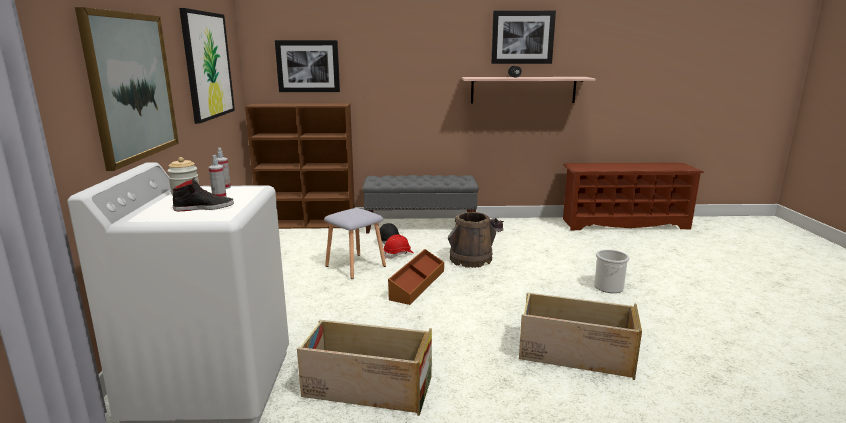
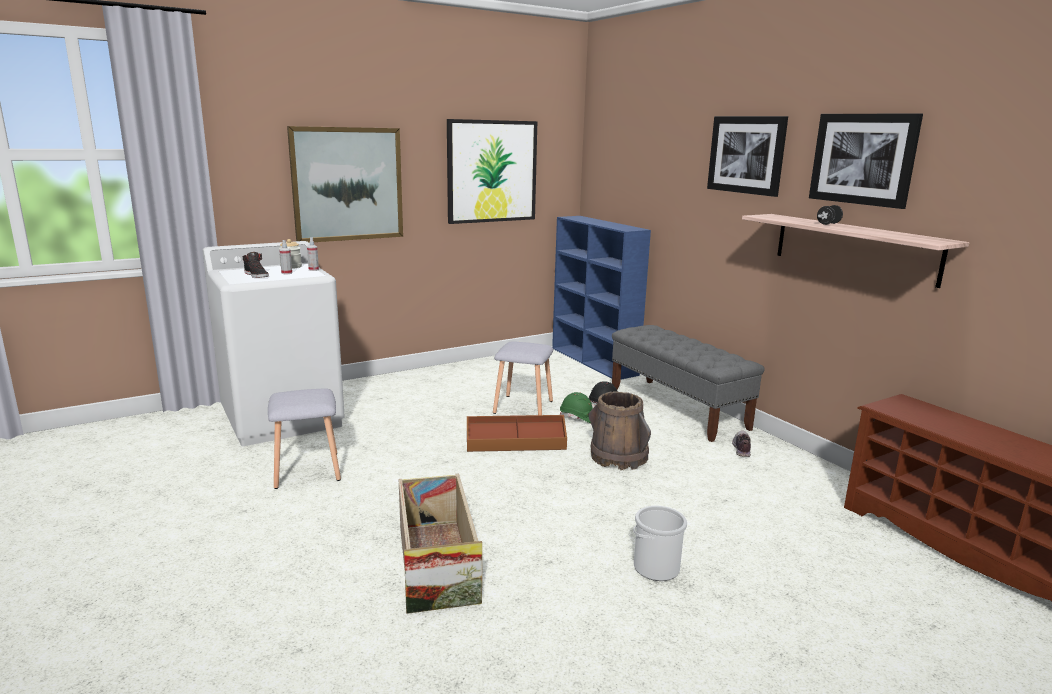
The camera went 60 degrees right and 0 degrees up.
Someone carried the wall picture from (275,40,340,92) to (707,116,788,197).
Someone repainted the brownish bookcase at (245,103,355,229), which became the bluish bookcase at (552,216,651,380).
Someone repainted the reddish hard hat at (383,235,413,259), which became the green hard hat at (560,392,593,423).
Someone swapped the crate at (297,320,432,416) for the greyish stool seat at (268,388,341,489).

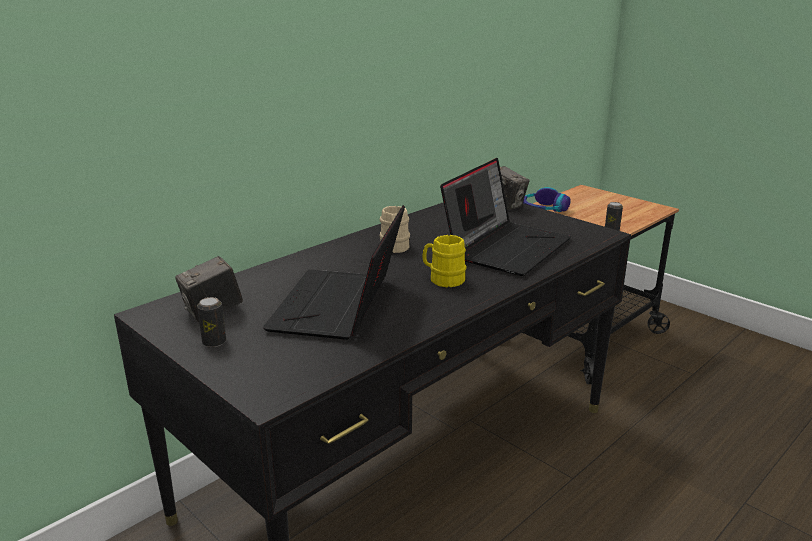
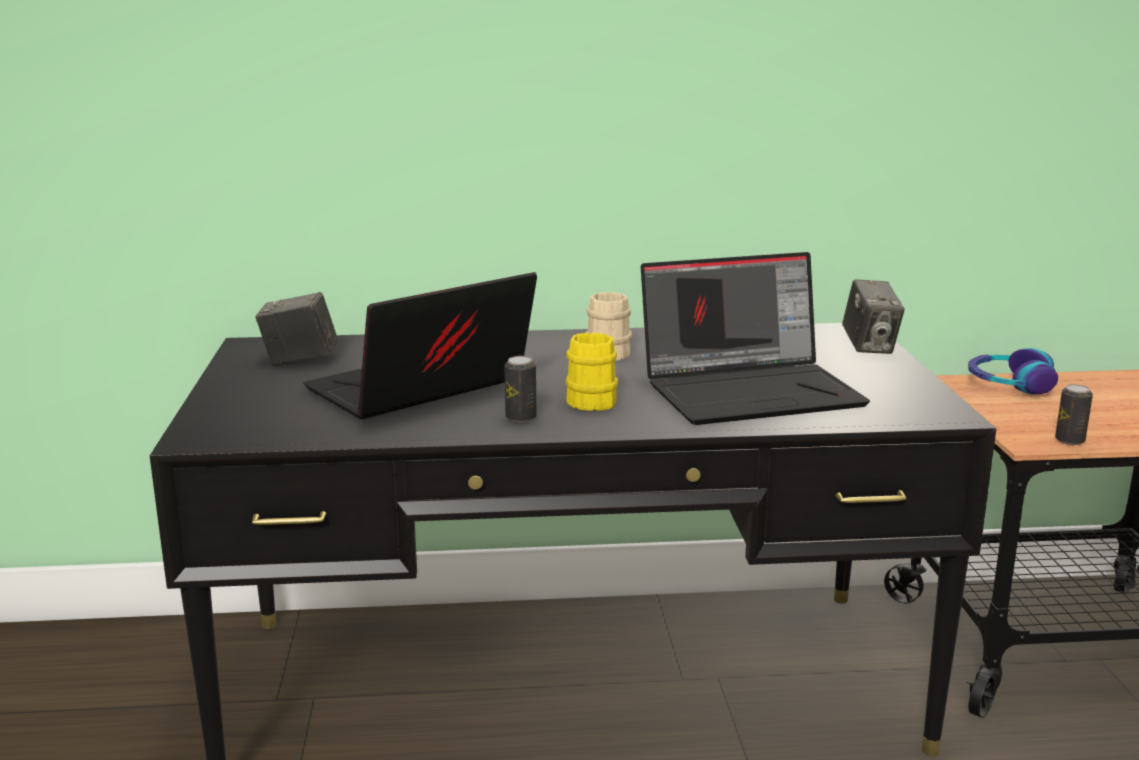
The camera went 40 degrees right and 5 degrees down.
Someone carried the sealed can from (197,297,226,348) to (504,356,536,423).

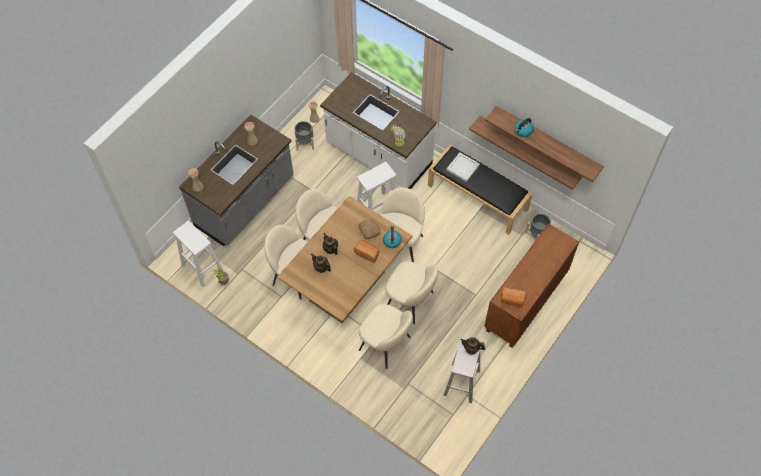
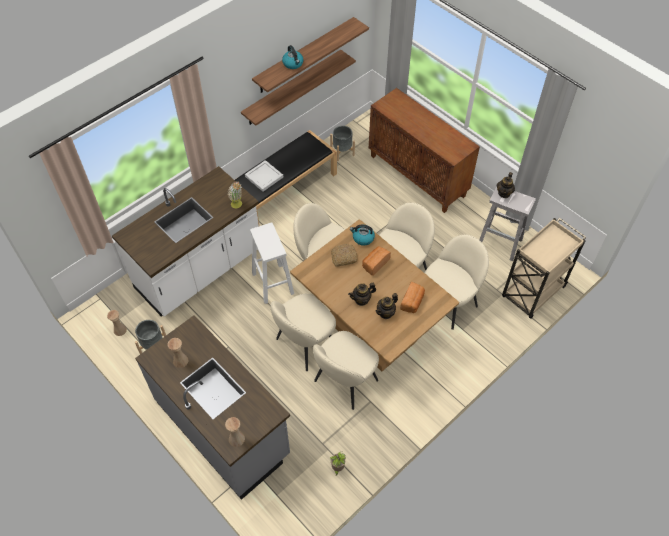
The camera went 80 degrees left and 5 degrees down.
Someone took away the whitish stool seat at (173,221,224,287).
Someone carried the bread from (501,287,527,307) to (400,282,425,313).
Someone put down the beige cart at (502,218,586,319).

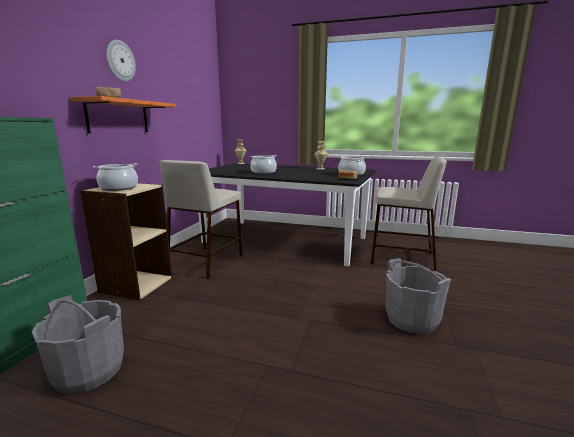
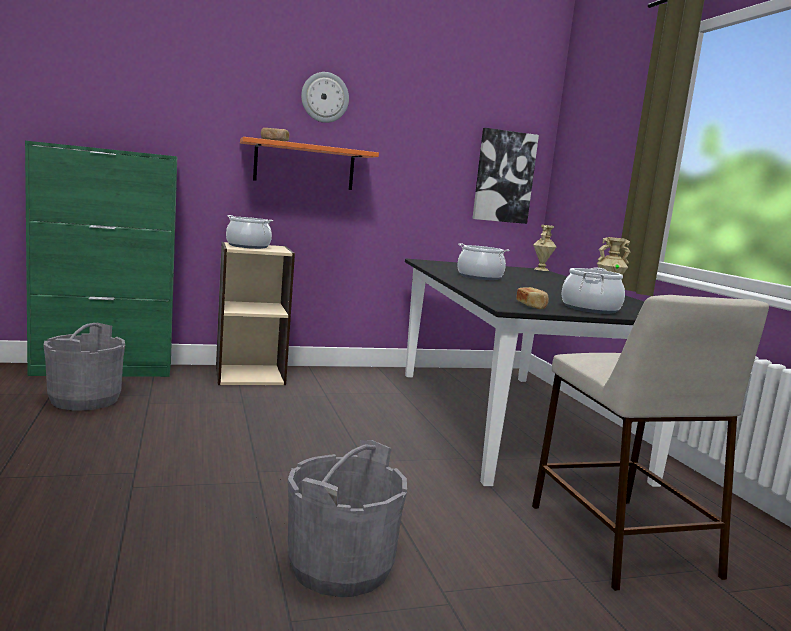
The camera went 55 degrees right and 5 degrees down.
Someone took away the beige stool seat at (160,160,243,279).
Someone put up the wall picture at (472,128,539,224).

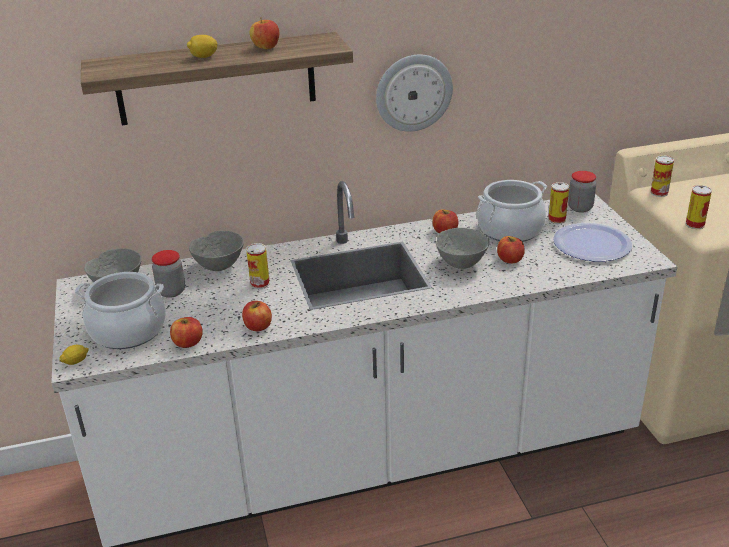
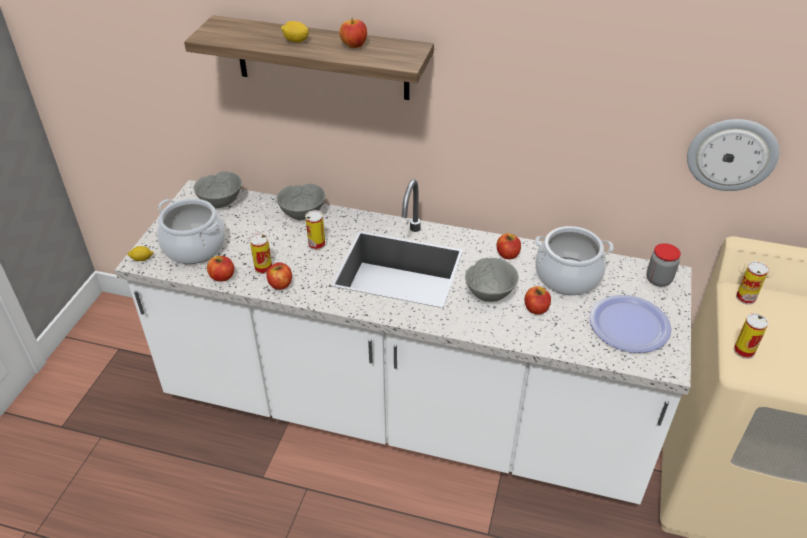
The camera went 30 degrees right and 10 degrees up.
Someone carried the hanging clock from (376,54,453,132) to (687,119,780,191).
Someone carried the sealed can from (548,182,569,224) to (250,233,272,274).
Someone took away the storage jar at (152,250,185,298).

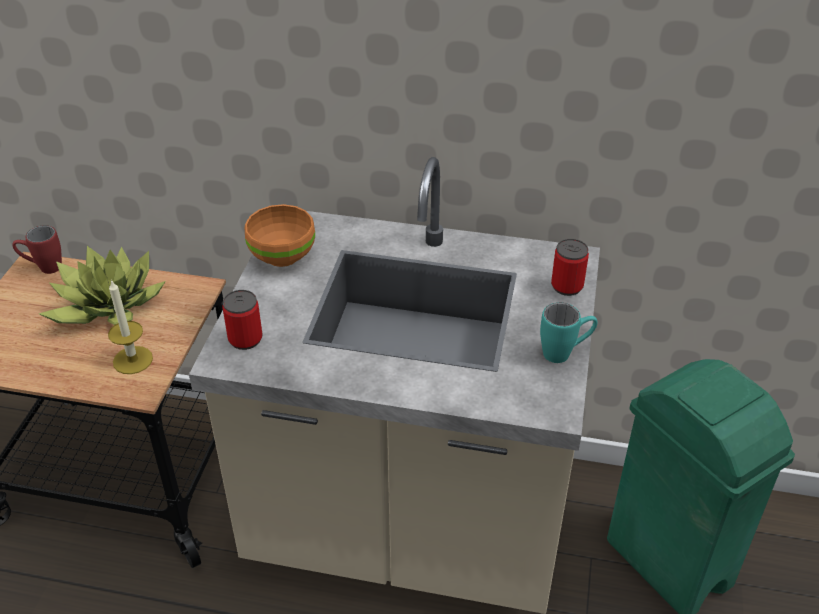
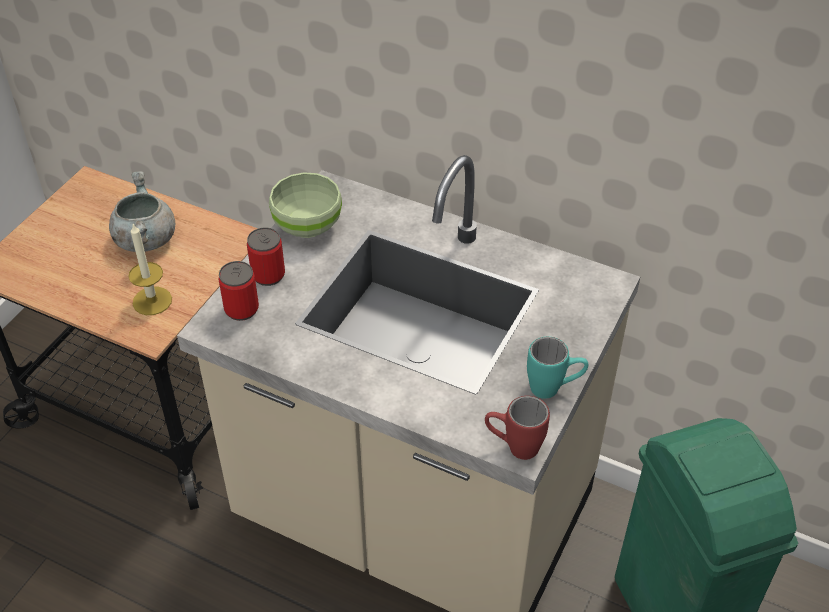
The camera went 15 degrees right and 5 degrees up.
Someone repainted the orangey bowl at (245,204,315,267), which became the green bowl at (269,172,342,238).
Someone carried the reddish mug from (13,225,62,274) to (485,396,550,460).
Someone carried the sealed can from (551,239,589,296) to (247,227,285,286).
Someone swapped the potted plant at (39,246,166,325) for the greyish stockpot at (109,171,175,252).

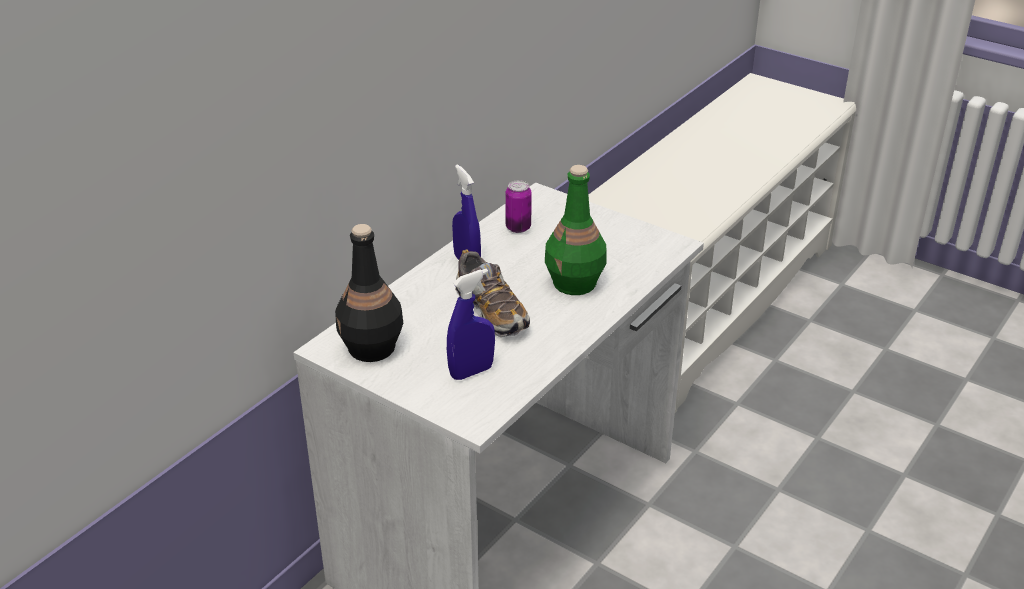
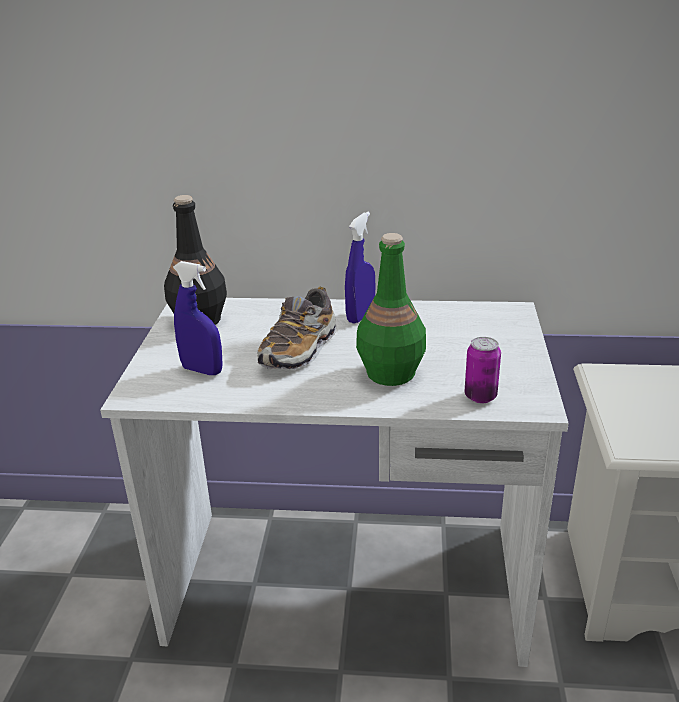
The camera went 60 degrees right and 5 degrees down.
Someone carried the sealed can from (505,180,532,233) to (465,337,501,403).

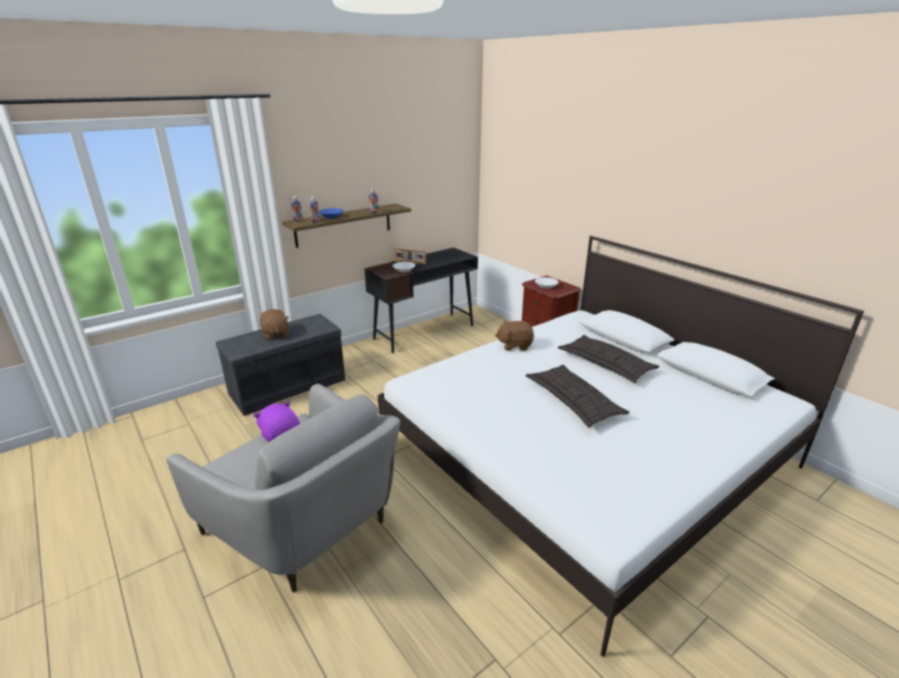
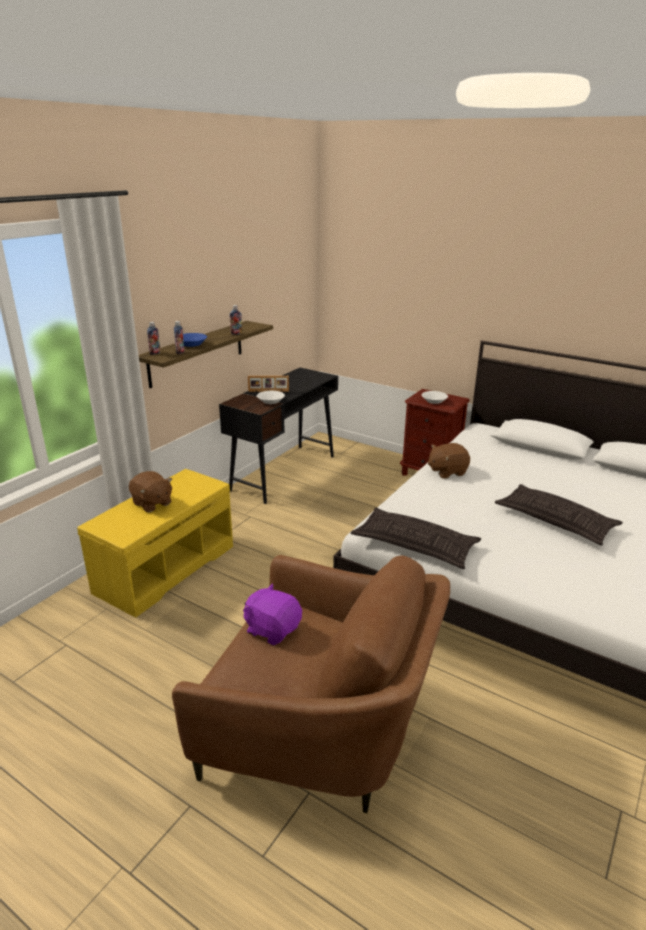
The camera went 20 degrees left and 0 degrees up.
Someone repainted the greyish indoor bench at (216,314,345,416), which became the yellowish indoor bench at (77,469,233,618).
Someone carried the cushion from (558,335,660,383) to (351,508,481,569).
Someone repainted the greyish easy chair at (166,384,400,593), which became the brownish easy chair at (172,555,450,813).

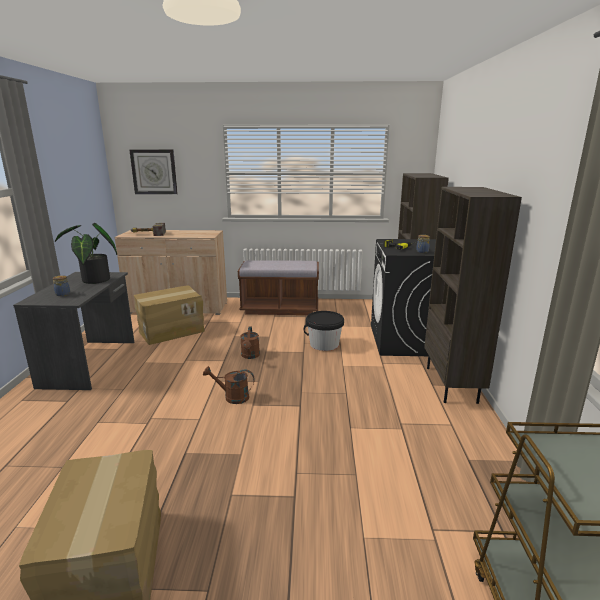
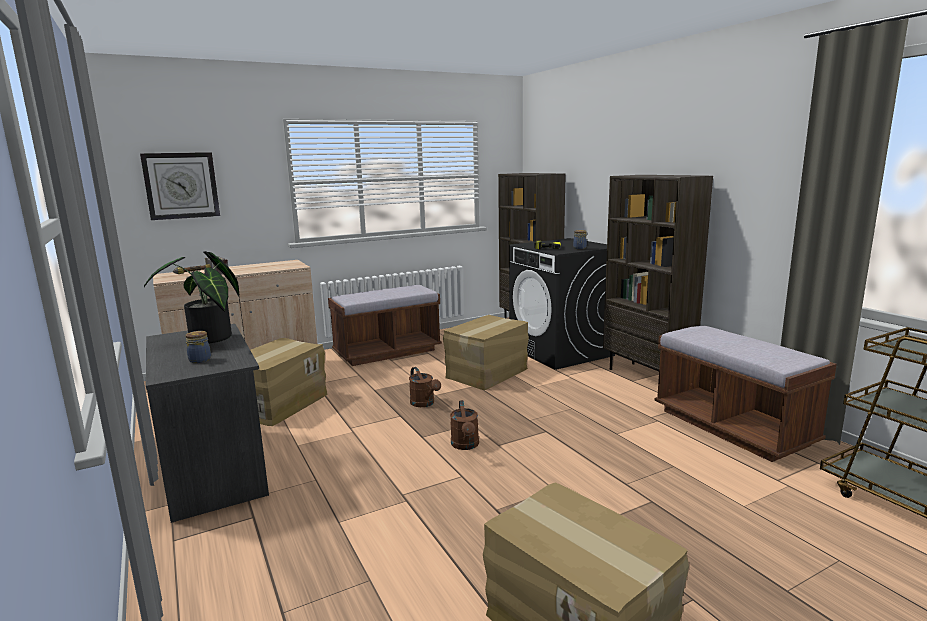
The camera went 30 degrees left and 5 degrees down.
Someone swapped the blackish bucket at (304,311,344,351) for the carton at (443,315,529,390).
Someone rotated the brownish watering pot at (203,367,255,404) by 75 degrees counterclockwise.
Someone put down the brownish indoor bench at (654,326,837,462).

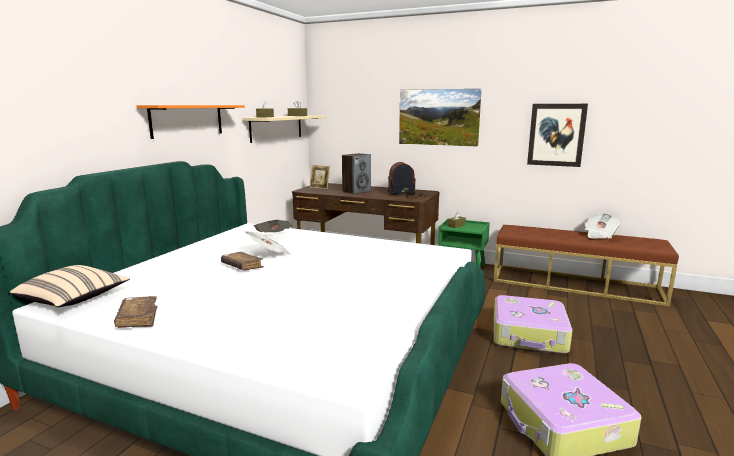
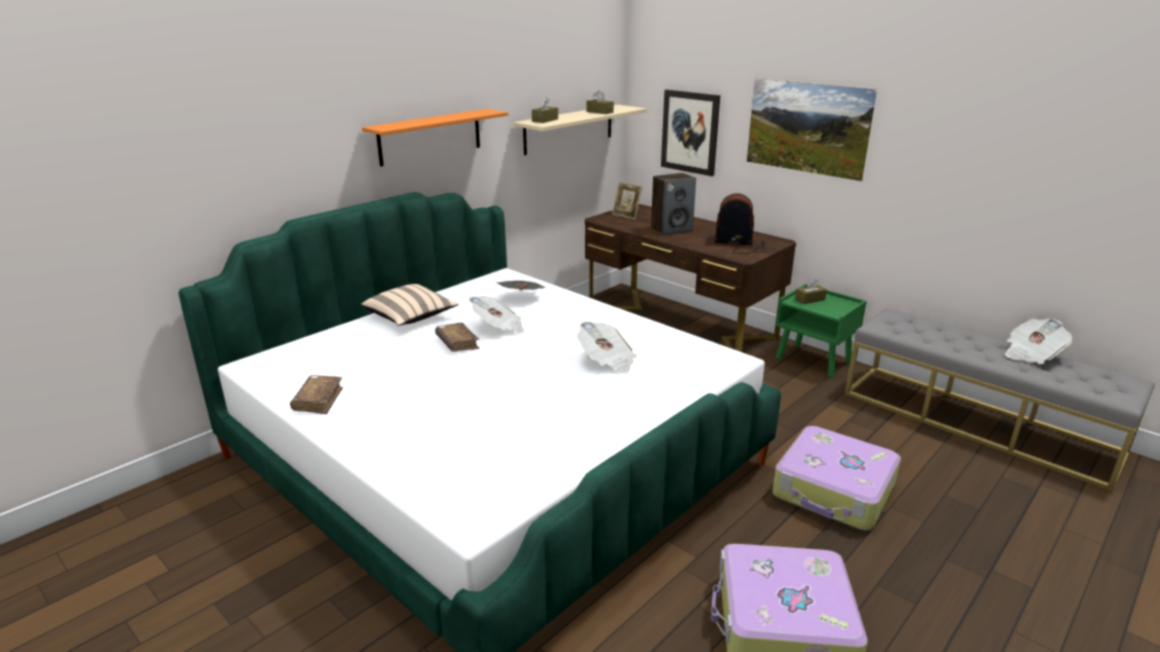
The camera went 20 degrees right and 10 degrees up.
Someone carried the wall picture from (527,104,588,167) to (661,89,720,176).
Someone repainted the brownish indoor bench at (493,225,679,307), which became the greyish indoor bench at (845,308,1155,491).
Someone carried the beige cushion from (10,265,130,307) to (361,284,459,326).
Someone put down the daily paper at (576,321,637,374).

